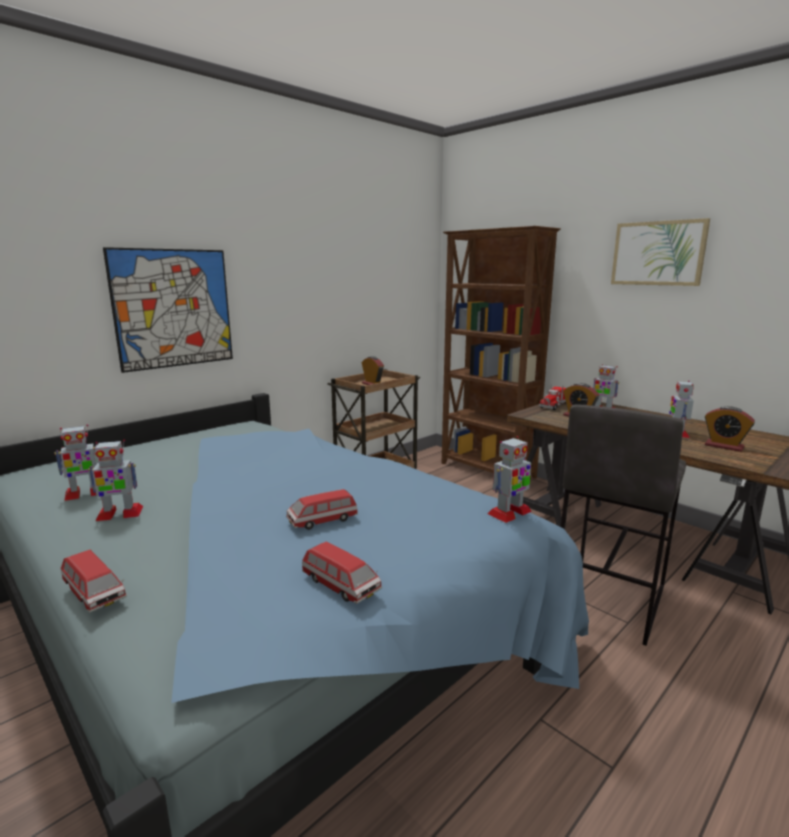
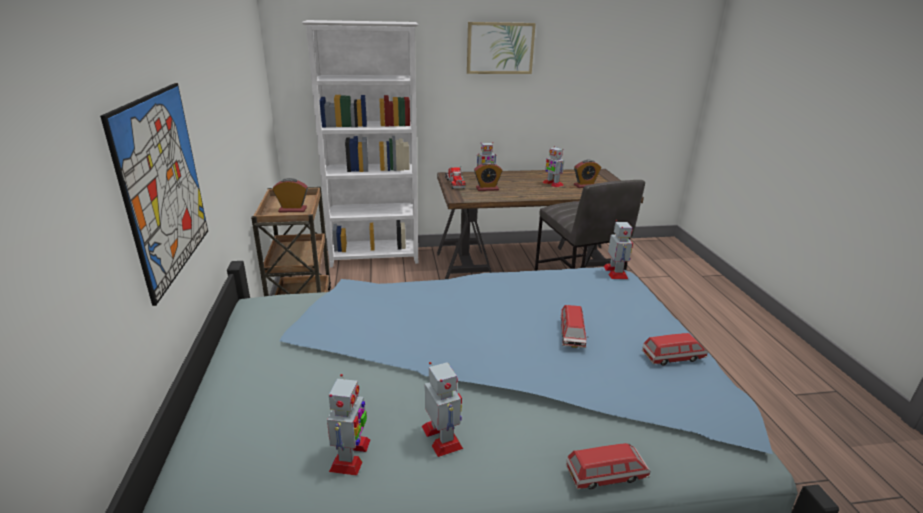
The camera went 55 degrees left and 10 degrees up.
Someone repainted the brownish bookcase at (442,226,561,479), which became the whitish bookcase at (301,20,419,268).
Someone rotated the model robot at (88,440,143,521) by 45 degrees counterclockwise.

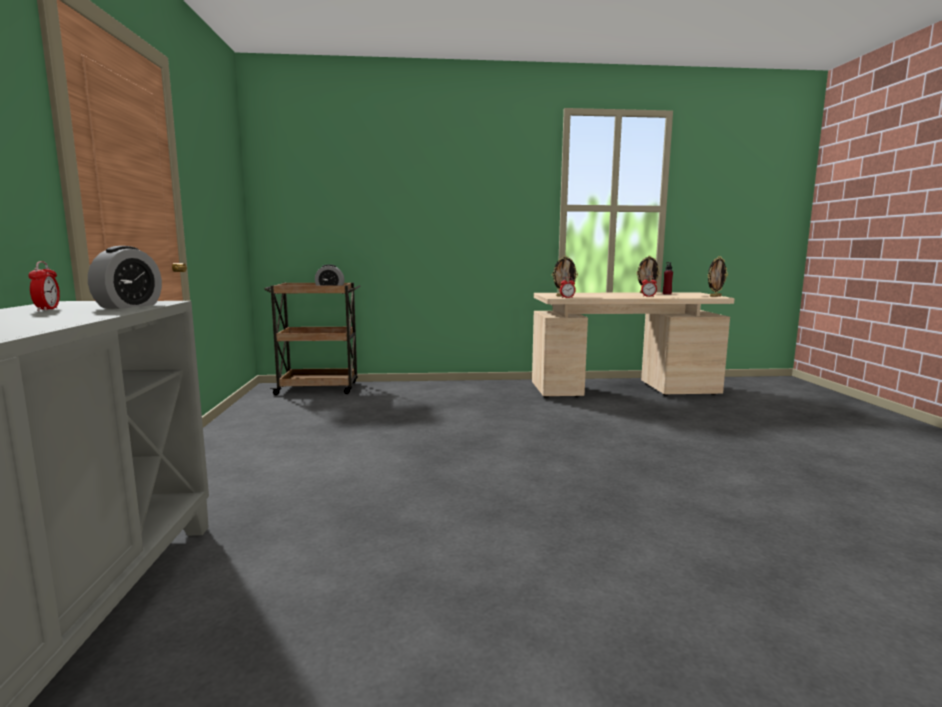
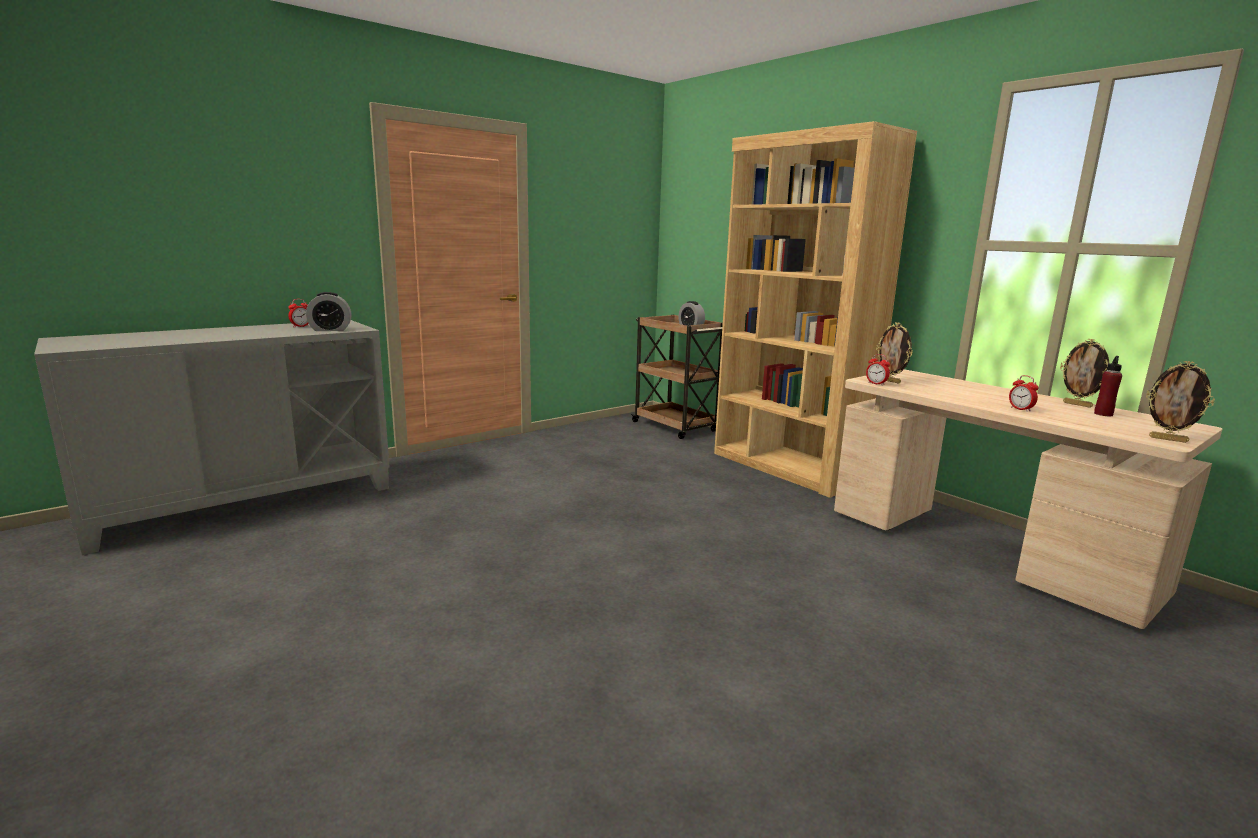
The camera went 55 degrees right and 5 degrees up.
Someone put down the brownish bookcase at (714,121,917,498).

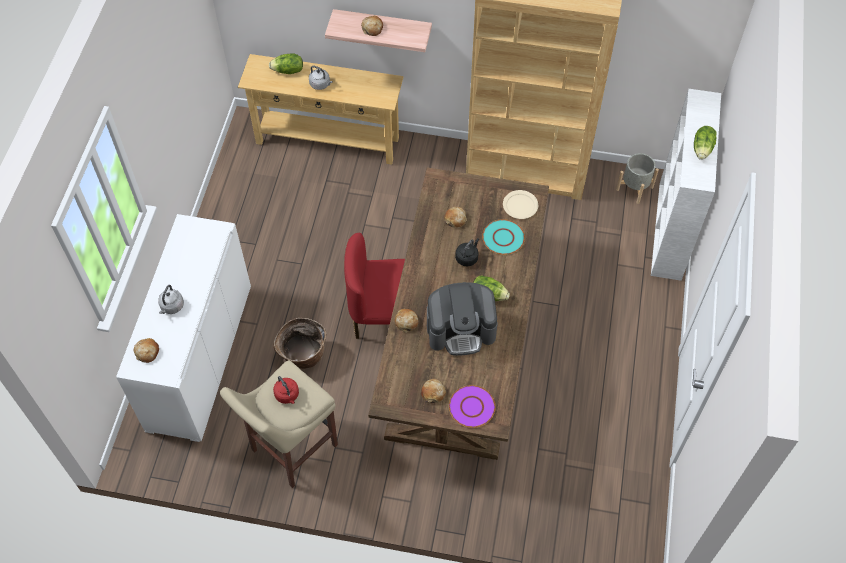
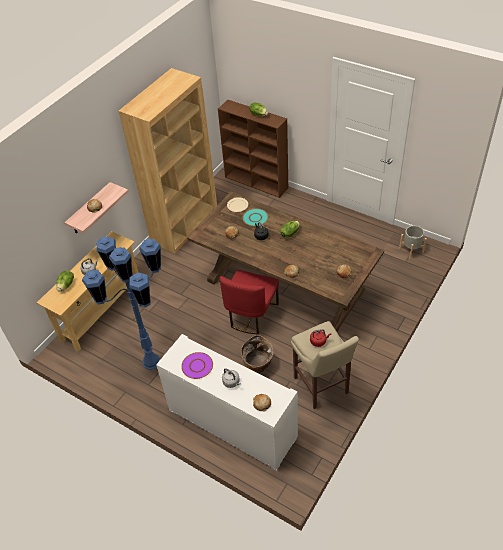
The camera went 65 degrees left and 10 degrees down.
Someone repainted the whitish bookcase at (651,89,721,281), which became the brownish bookcase at (218,100,288,198).
Someone carried the greyish plant pot from (616,153,659,204) to (399,225,427,259).
Someone took away the coffee machine at (427,282,498,356).
Someone carried the purple-coloured plate from (449,385,496,428) to (181,352,213,379).
Someone put down the bluish floor lamp at (82,236,161,370).

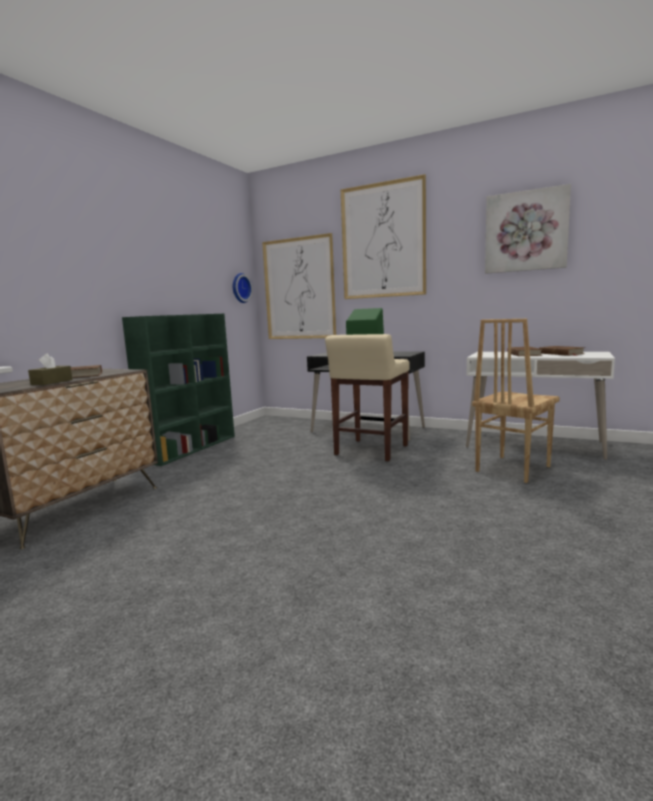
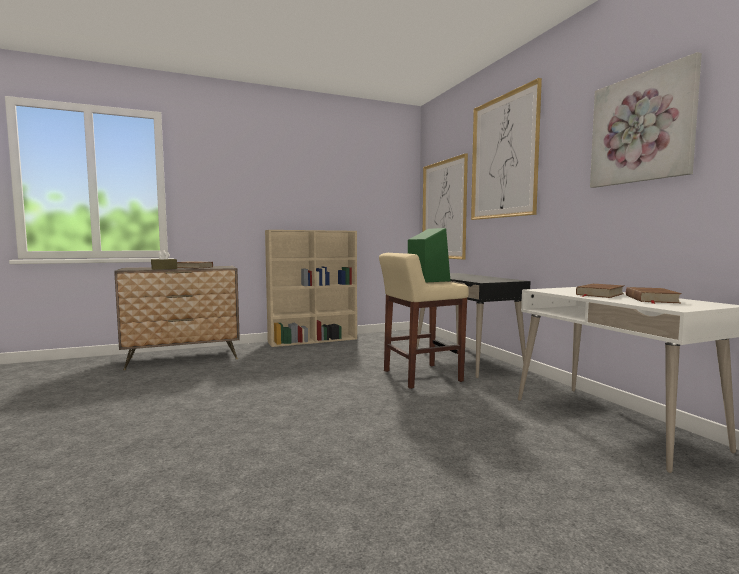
The camera went 40 degrees right and 5 degrees down.
Someone took away the hanging clock at (233,273,253,303).
Someone repainted the green bookcase at (122,314,235,466), which became the beige bookcase at (265,230,357,347).
Someone took away the brownish upright chair at (472,319,560,483).

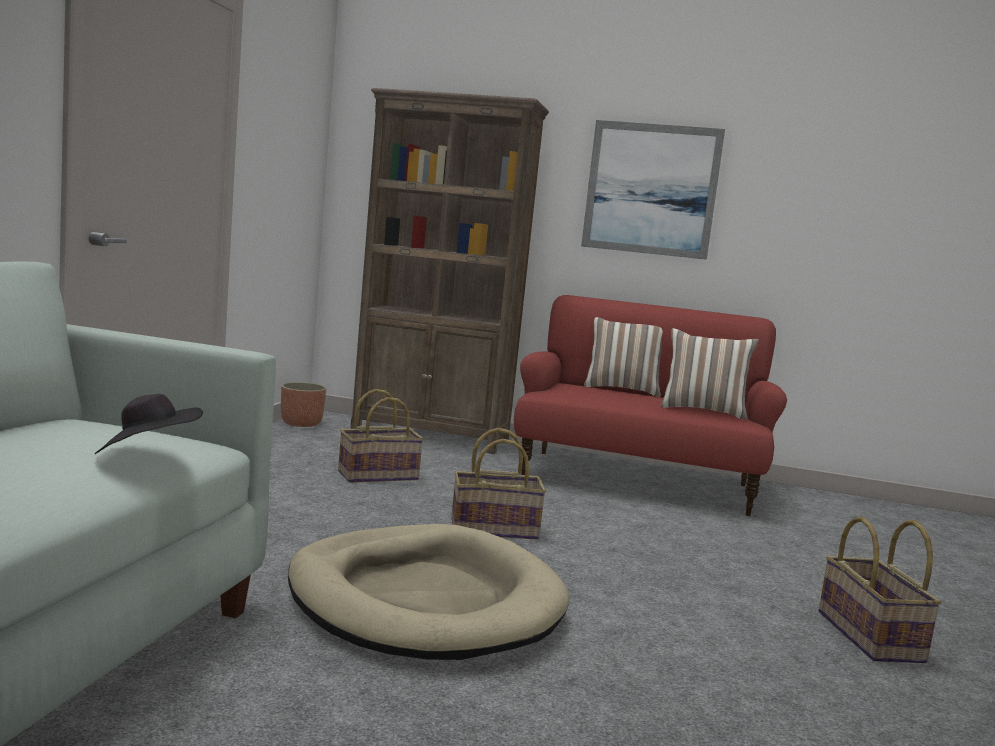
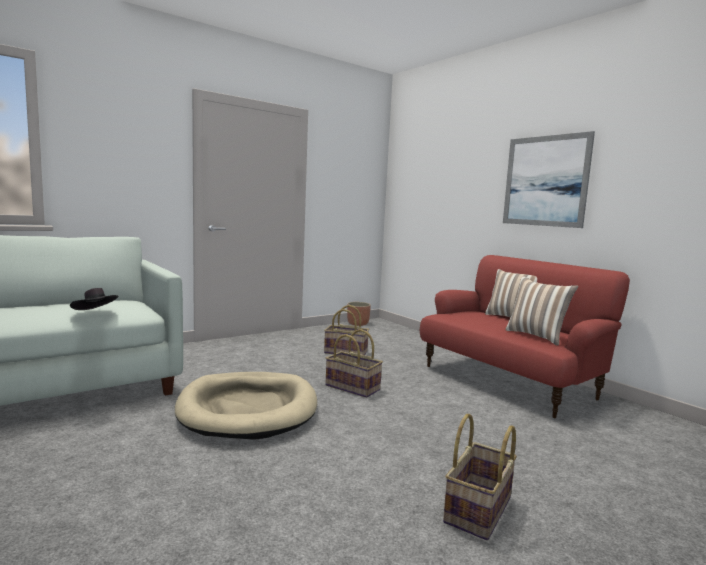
The camera went 40 degrees right and 0 degrees up.
Someone took away the brownish bookcase at (350,88,549,454).

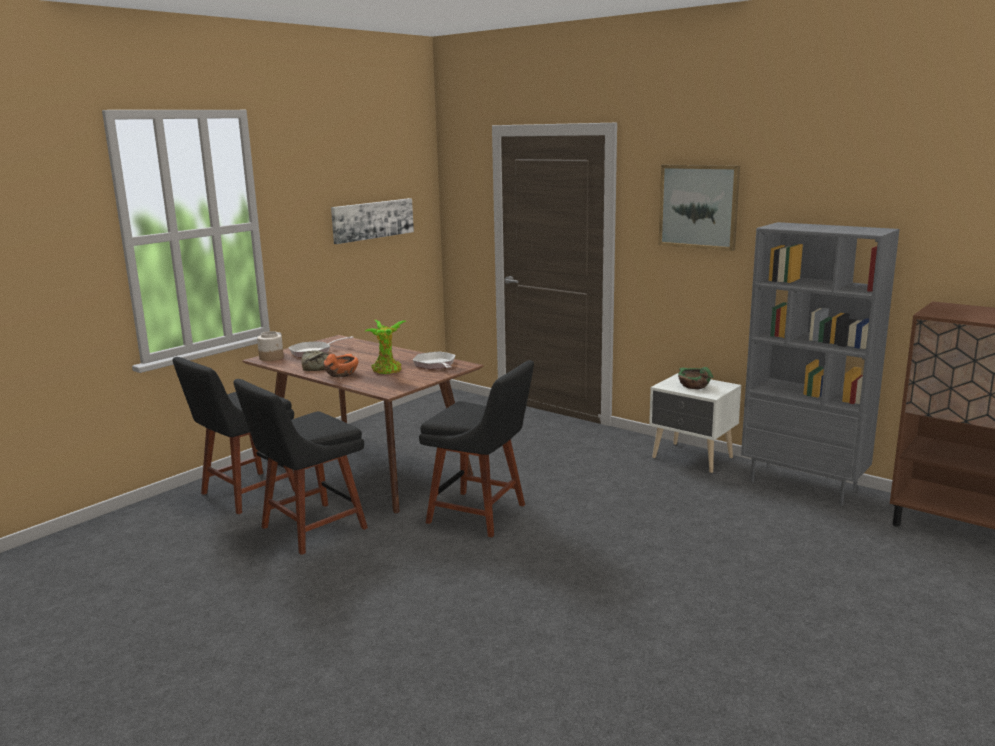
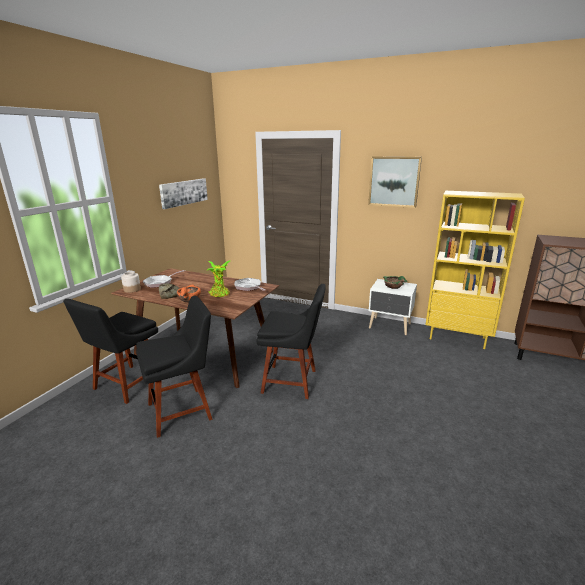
The camera went 15 degrees left and 5 degrees up.
Someone repainted the greyish bookcase at (741,222,900,506), which became the yellowish bookcase at (426,191,525,349).
Someone rotated the blackish upright chair at (233,379,368,555) by 150 degrees counterclockwise.

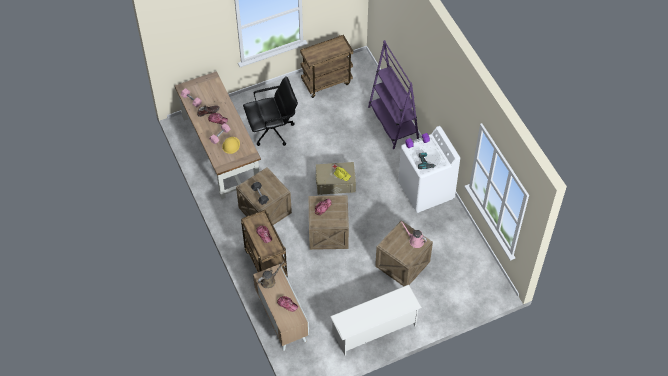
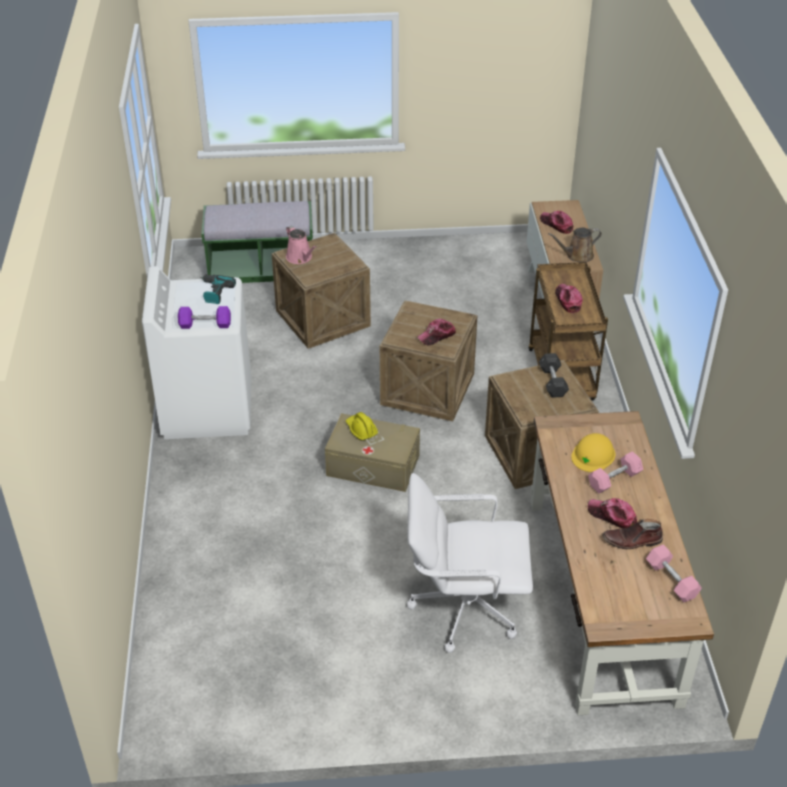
The camera went 160 degrees left and 15 degrees down.
Someone took away the brownish cart at (300,35,353,98).
Someone took away the purple-coloured bookcase at (368,40,419,149).
Someone repainted the blackish computer chair at (243,76,298,146), which became the whitish computer chair at (407,473,533,653).
Someone took away the whitish shoe shelf at (330,285,422,356).
Someone put down the green indoor bench at (202,201,313,283).

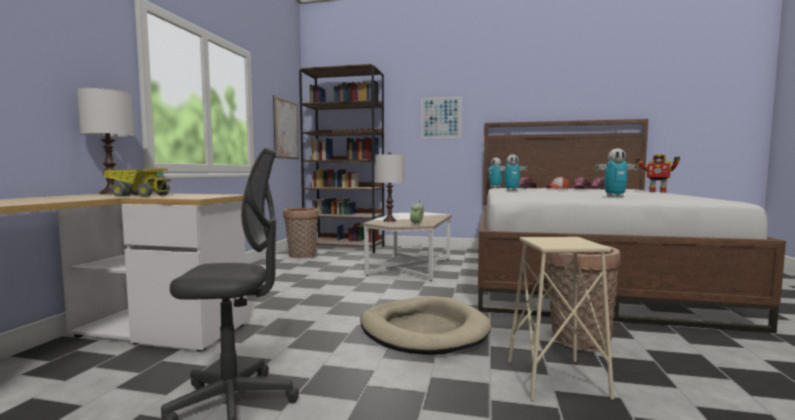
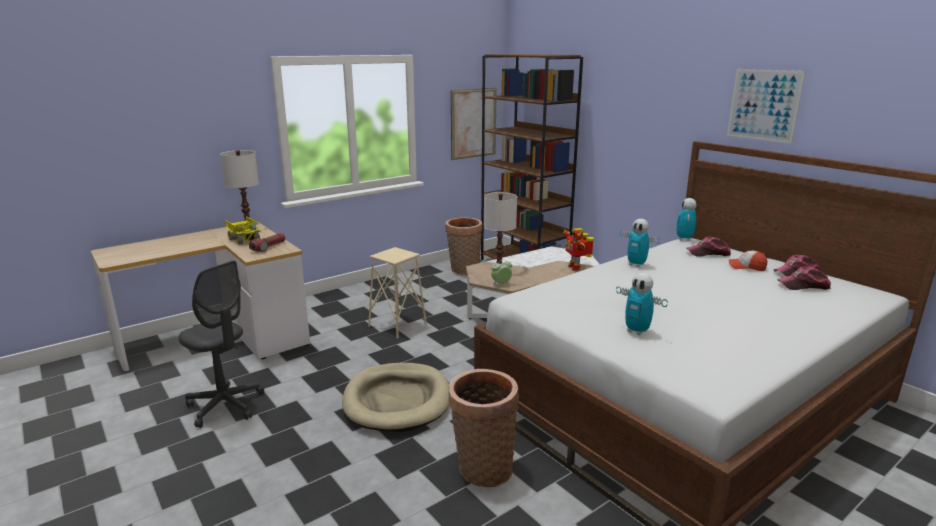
The camera went 40 degrees right and 15 degrees up.
Someone carried the wall picture from (421,97,462,139) to (727,69,805,144).
Someone carried the model robot from (635,154,680,192) to (562,228,594,271).
Someone carried the beige stool seat from (508,237,614,401) to (368,247,427,338).
Someone put down the flashlight at (249,233,286,252).

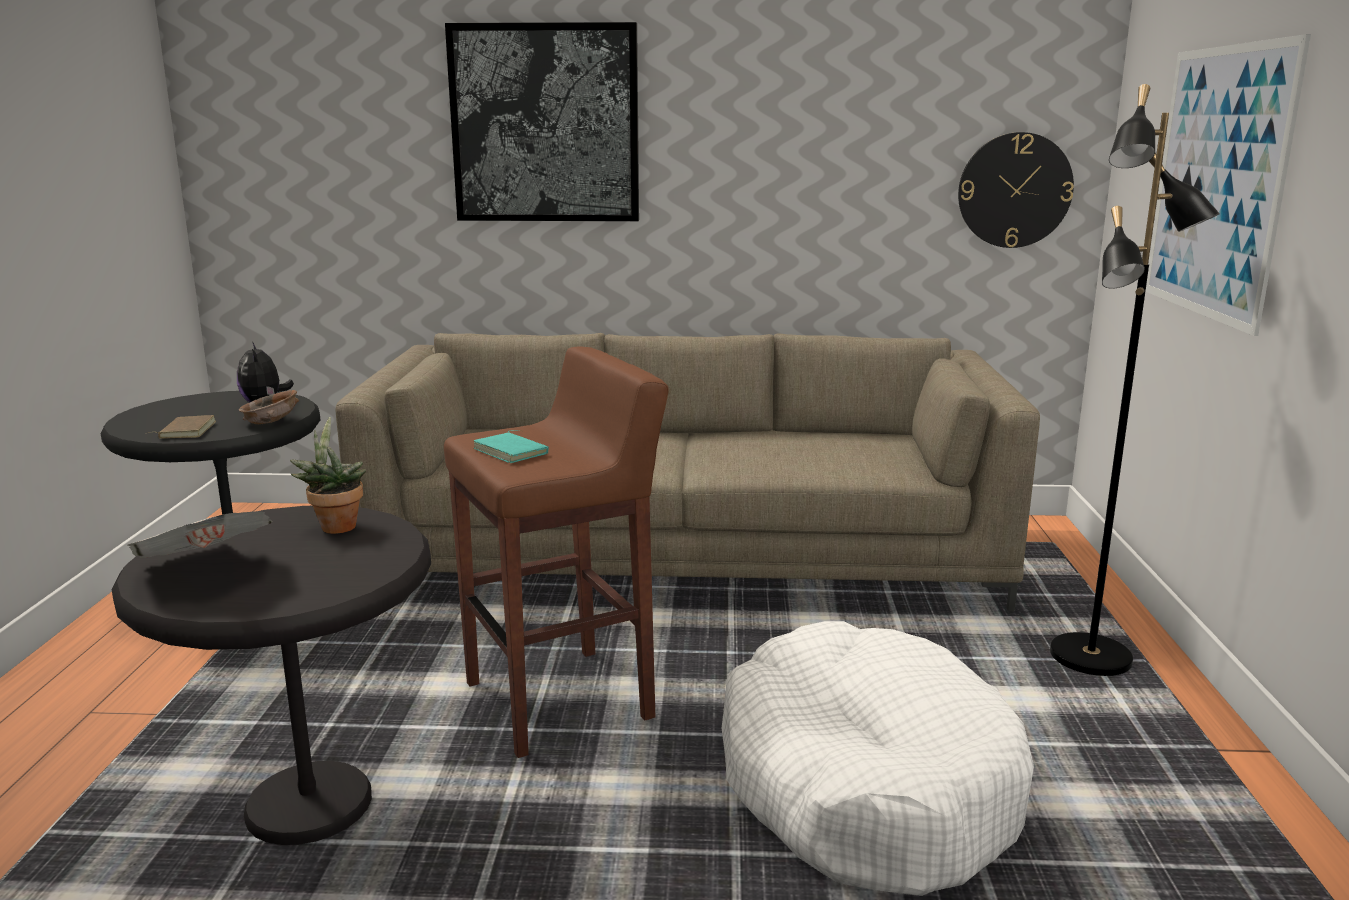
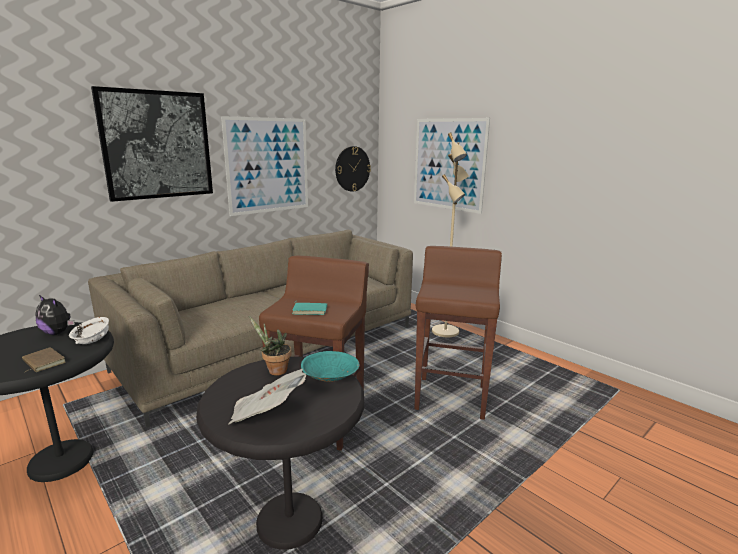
The camera went 45 degrees left and 0 degrees up.
Someone repainted the blackish floor lamp at (1050,84,1220,676), which became the beige floor lamp at (432,132,469,337).
Someone repainted the brownish bowl at (239,390,299,424), which became the whitish bowl at (69,317,109,344).
Someone swapped the whitish dog cushion at (722,621,1034,896) for the brownish stool seat at (414,246,502,420).
Someone put up the wall picture at (221,116,308,216).
Someone put down the turquoise bowl at (301,351,359,382).

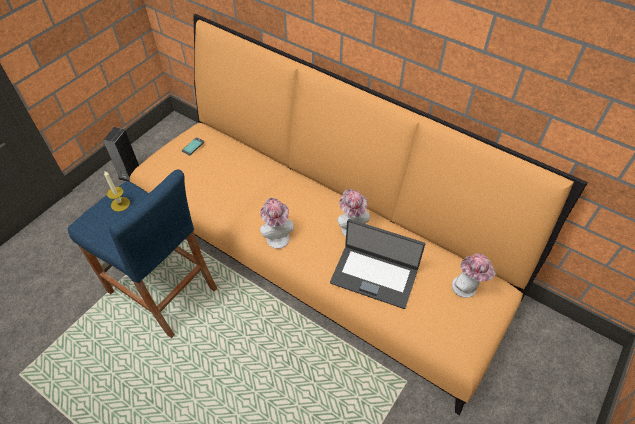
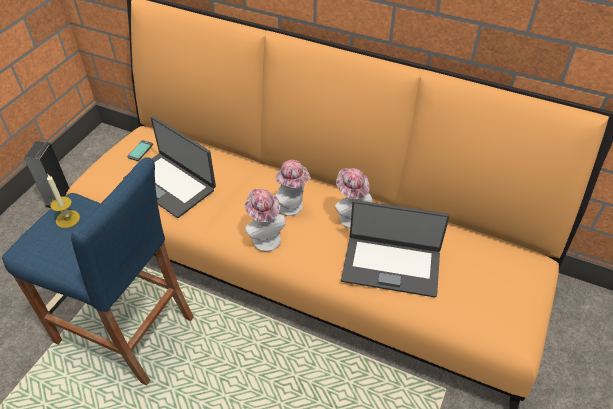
The camera went 10 degrees left and 5 degrees down.
Someone carried the wearable hat from (452,253,496,298) to (275,160,311,216).
Someone put down the portable computer at (123,116,216,218).

